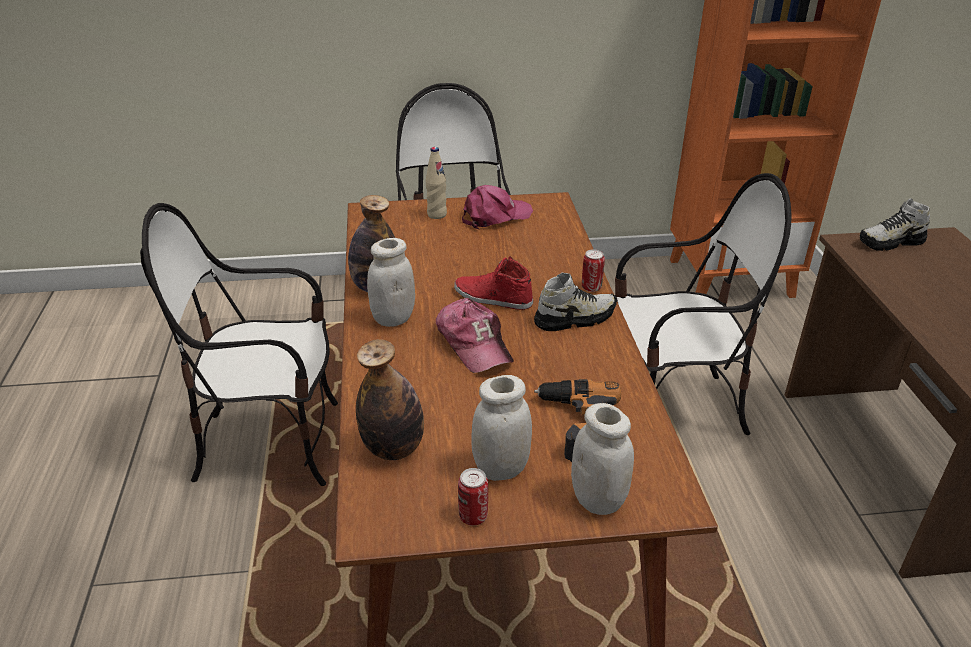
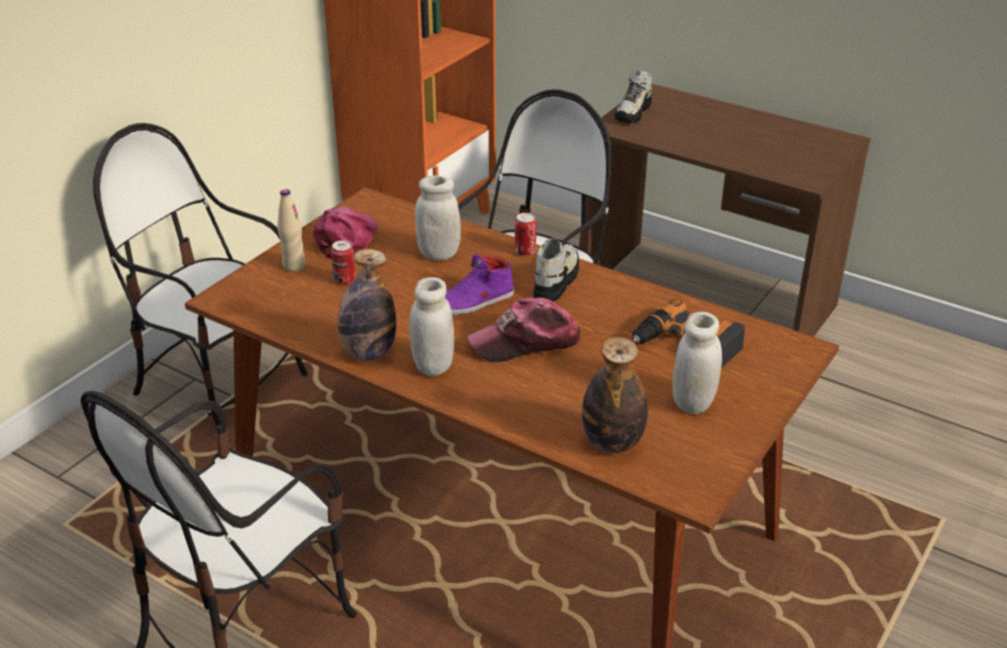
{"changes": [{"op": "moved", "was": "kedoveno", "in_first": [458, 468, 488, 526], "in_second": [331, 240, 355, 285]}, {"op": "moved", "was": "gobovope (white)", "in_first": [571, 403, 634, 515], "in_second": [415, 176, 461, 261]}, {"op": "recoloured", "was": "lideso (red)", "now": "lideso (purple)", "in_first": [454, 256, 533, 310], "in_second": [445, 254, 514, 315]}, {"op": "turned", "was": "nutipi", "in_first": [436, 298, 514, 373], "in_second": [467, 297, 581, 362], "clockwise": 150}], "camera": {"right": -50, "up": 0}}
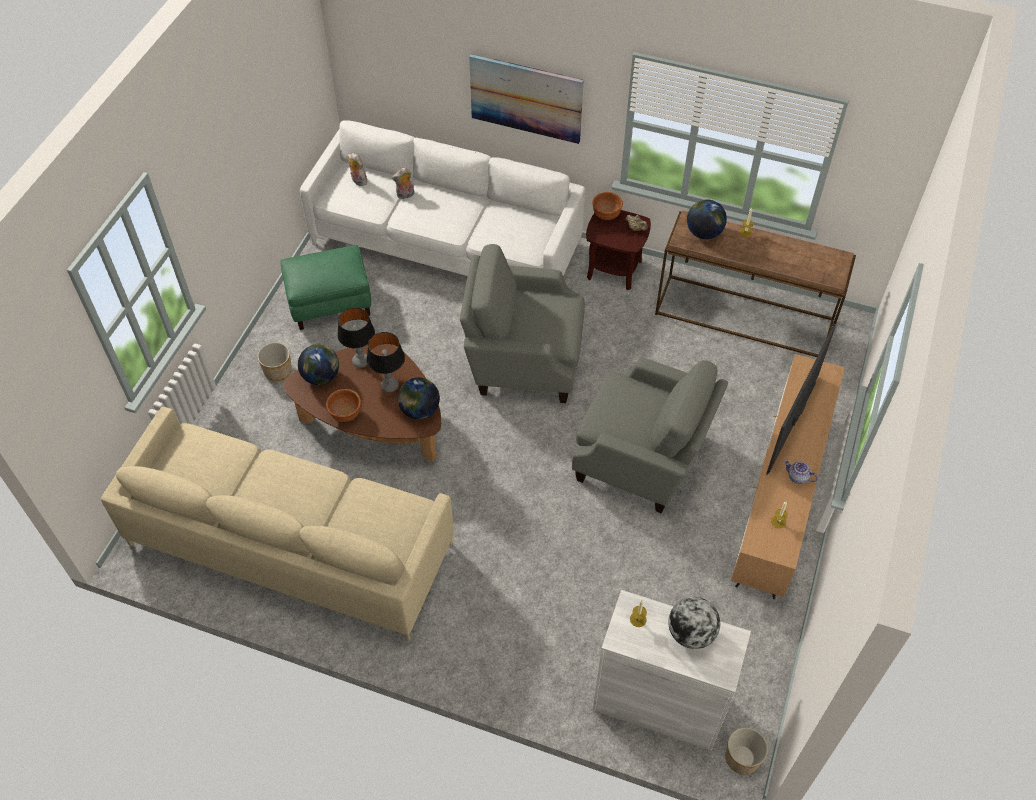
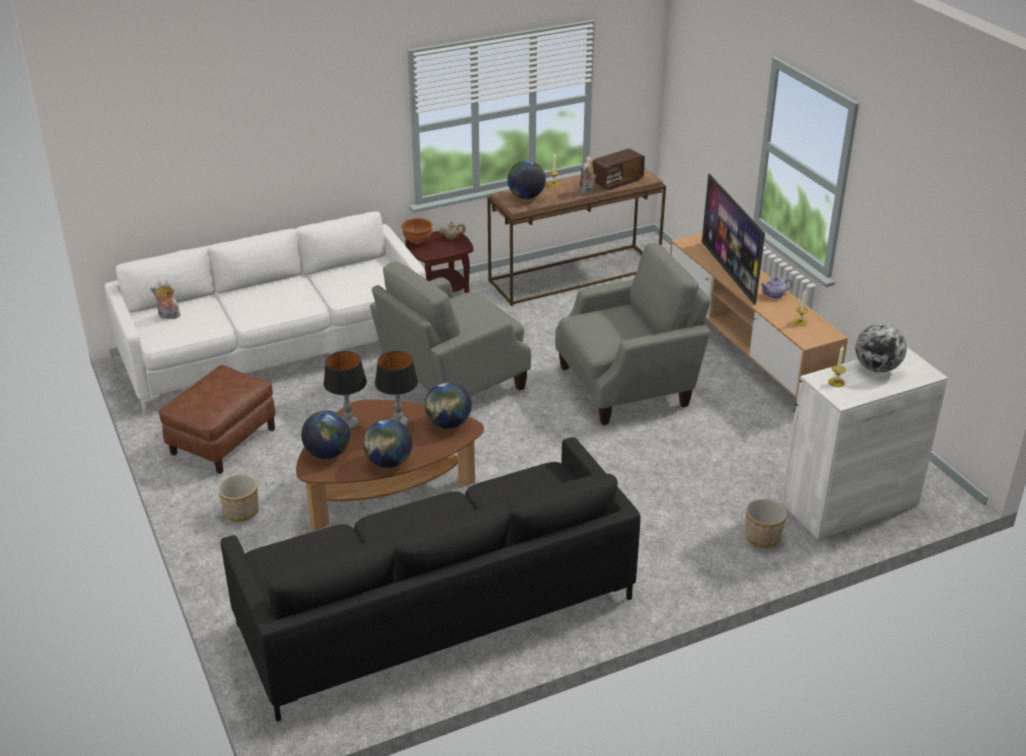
{"changes": [{"op": "removed", "was": "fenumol", "in_first": [469, 54, 584, 144]}, {"op": "added", "now": "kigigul", "in_second": [593, 148, 645, 190]}, {"op": "moved", "was": "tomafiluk", "in_first": [392, 167, 414, 199], "in_second": [579, 156, 596, 195]}, {"op": "moved", "was": "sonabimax", "in_first": [725, 727, 768, 775], "in_second": [745, 499, 787, 548]}, {"op": "replaced", "was": "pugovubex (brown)", "now": "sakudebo", "in_first": [326, 389, 361, 422], "in_second": [363, 419, 412, 468]}, {"op": "recoloured", "was": "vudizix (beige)", "now": "vudizix (black)", "in_first": [101, 407, 454, 641], "in_second": [221, 437, 640, 722]}, {"op": "recoloured", "was": "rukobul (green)", "now": "rukobul (brown)", "in_first": [280, 245, 371, 330], "in_second": [158, 365, 275, 474]}], "camera": {"right": -45, "up": -20}}
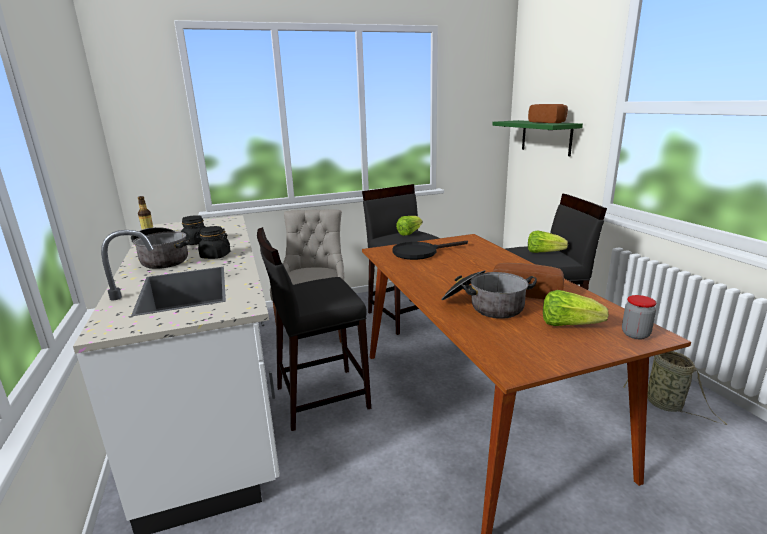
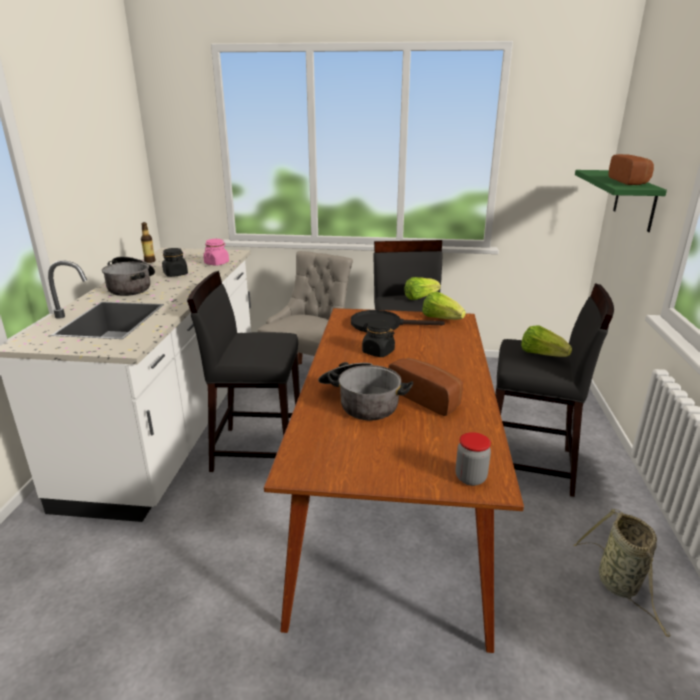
{"changes": [{"op": "added", "now": "gobovope (pink)", "in_second": [203, 239, 229, 266]}, {"op": "moved", "was": "gobovope (black)", "in_first": [196, 226, 231, 259], "in_second": [362, 320, 395, 357]}, {"op": "moved", "was": "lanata", "in_first": [543, 290, 609, 326], "in_second": [422, 292, 466, 320]}], "camera": {"right": 25, "up": 5}}
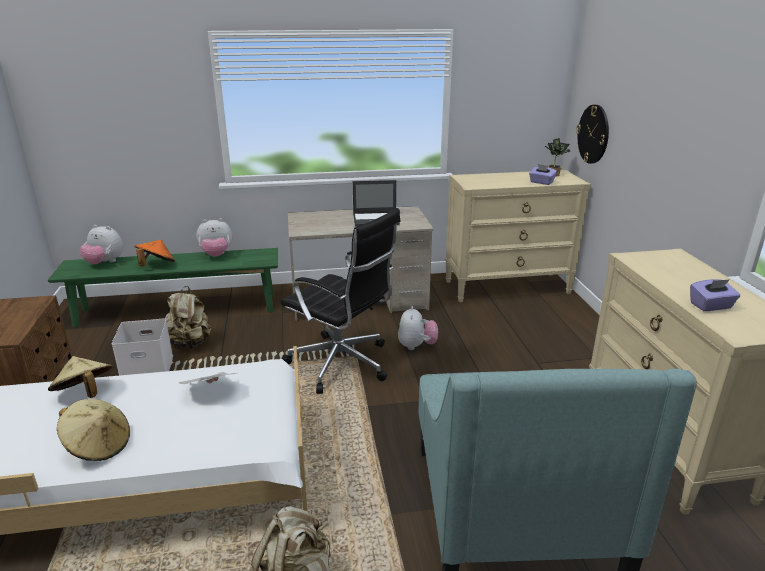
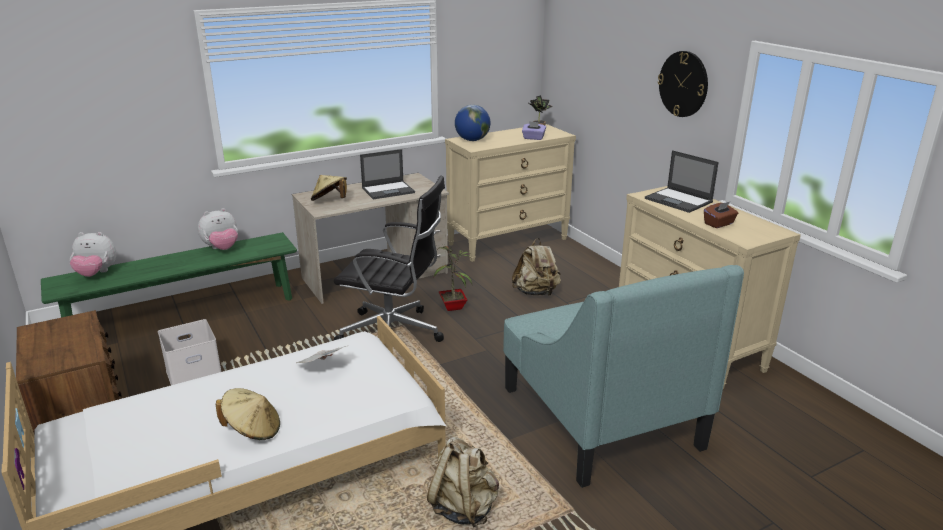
{"changes": [{"op": "removed", "was": "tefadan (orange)", "in_first": [134, 240, 175, 266]}, {"op": "added", "now": "sakudebo", "in_second": [455, 105, 490, 141]}, {"op": "added", "now": "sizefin", "in_second": [645, 150, 719, 213]}, {"op": "moved", "was": "tefadan (beige)", "in_first": [48, 356, 113, 398], "in_second": [311, 175, 347, 201]}, {"op": "moved", "was": "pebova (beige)", "in_first": [165, 286, 211, 349], "in_second": [512, 238, 561, 296]}, {"op": "moved", "was": "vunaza", "in_first": [576, 105, 609, 164], "in_second": [658, 51, 708, 117]}, {"op": "replaced", "was": "tomafiluk", "now": "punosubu", "in_first": [398, 306, 438, 350], "in_second": [434, 246, 472, 311]}, {"op": "recoloured", "was": "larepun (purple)", "now": "larepun (brown)", "in_first": [690, 279, 740, 311], "in_second": [704, 202, 738, 228]}], "camera": {"right": -20, "up": 0}}
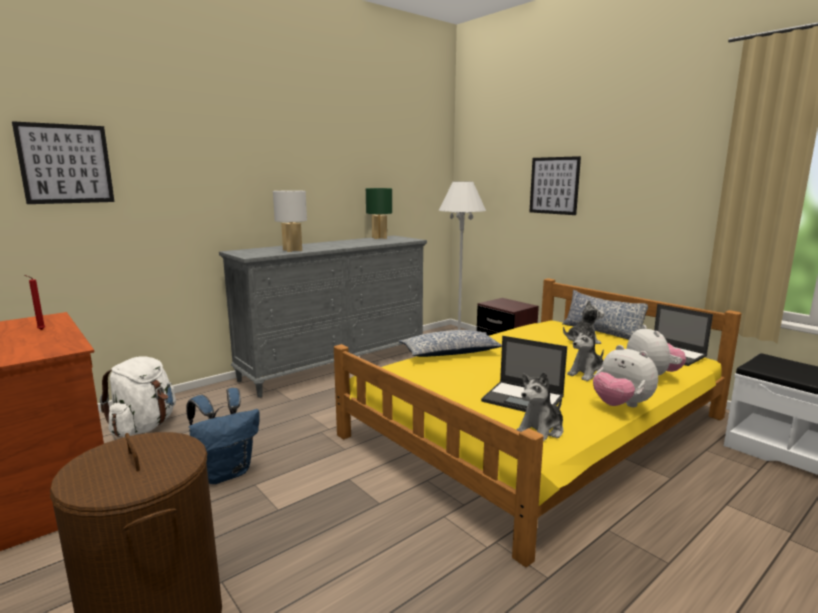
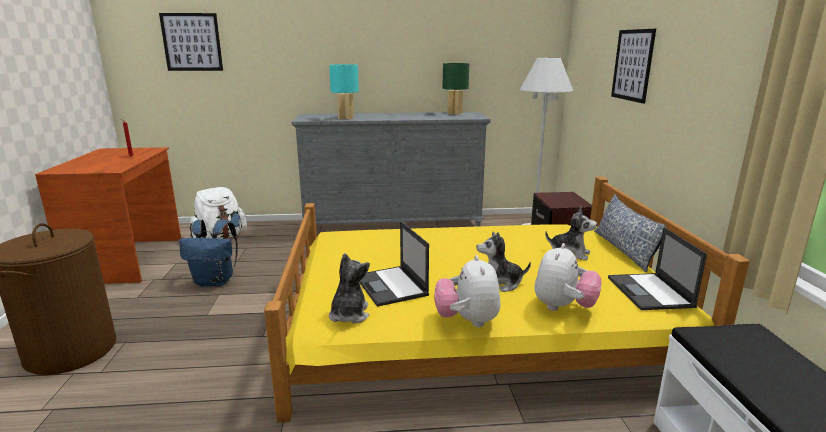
{"changes": [{"op": "removed", "was": "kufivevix", "in_first": [399, 330, 502, 357]}, {"op": "recoloured", "was": "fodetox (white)", "now": "fodetox (turquoise)", "in_first": [273, 190, 307, 252], "in_second": [329, 64, 359, 119]}, {"op": "turned", "was": "tomafiluk", "in_first": [516, 372, 563, 441], "in_second": [329, 253, 370, 324], "clockwise": 105}], "camera": {"right": 35, "up": 5}}
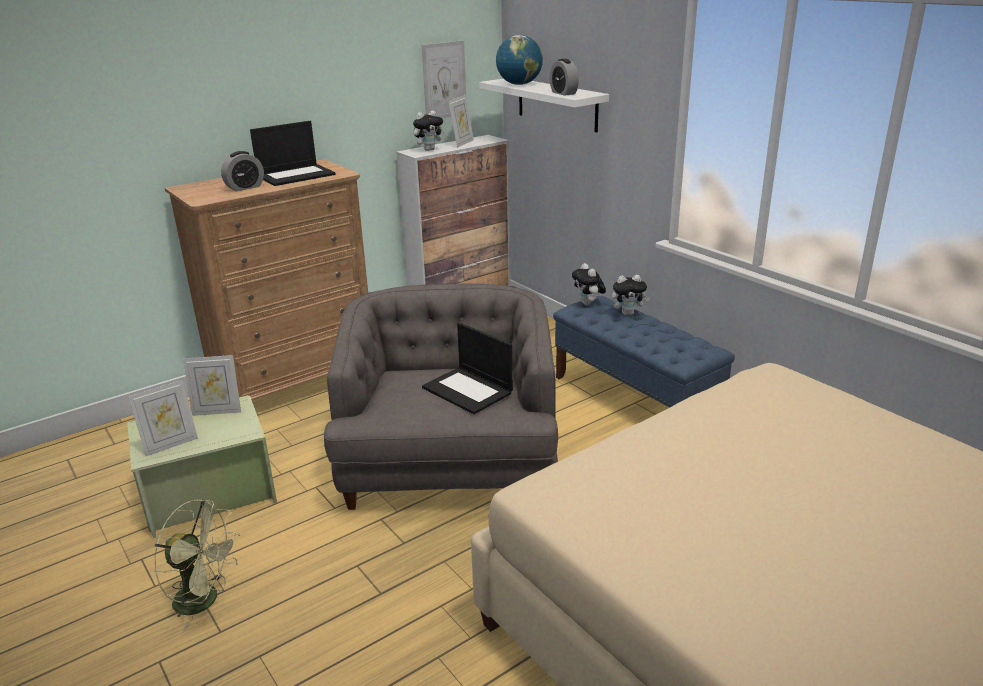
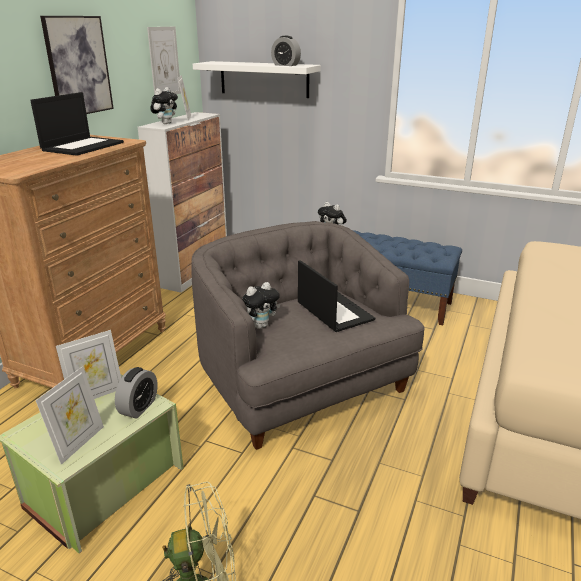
{"changes": [{"op": "removed", "was": "sakudebo", "in_first": [496, 35, 543, 85]}, {"op": "added", "now": "fenumol", "in_second": [40, 16, 114, 114]}, {"op": "moved", "was": "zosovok", "in_first": [221, 151, 264, 191], "in_second": [115, 367, 158, 418]}, {"op": "moved", "was": "tomafiluk", "in_first": [612, 275, 650, 315], "in_second": [242, 282, 280, 329]}, {"op": "turned", "was": "sizefin", "in_first": [422, 322, 513, 414], "in_second": [298, 260, 375, 332], "clockwise": -135}], "camera": {"right": -30, "up": 0}}
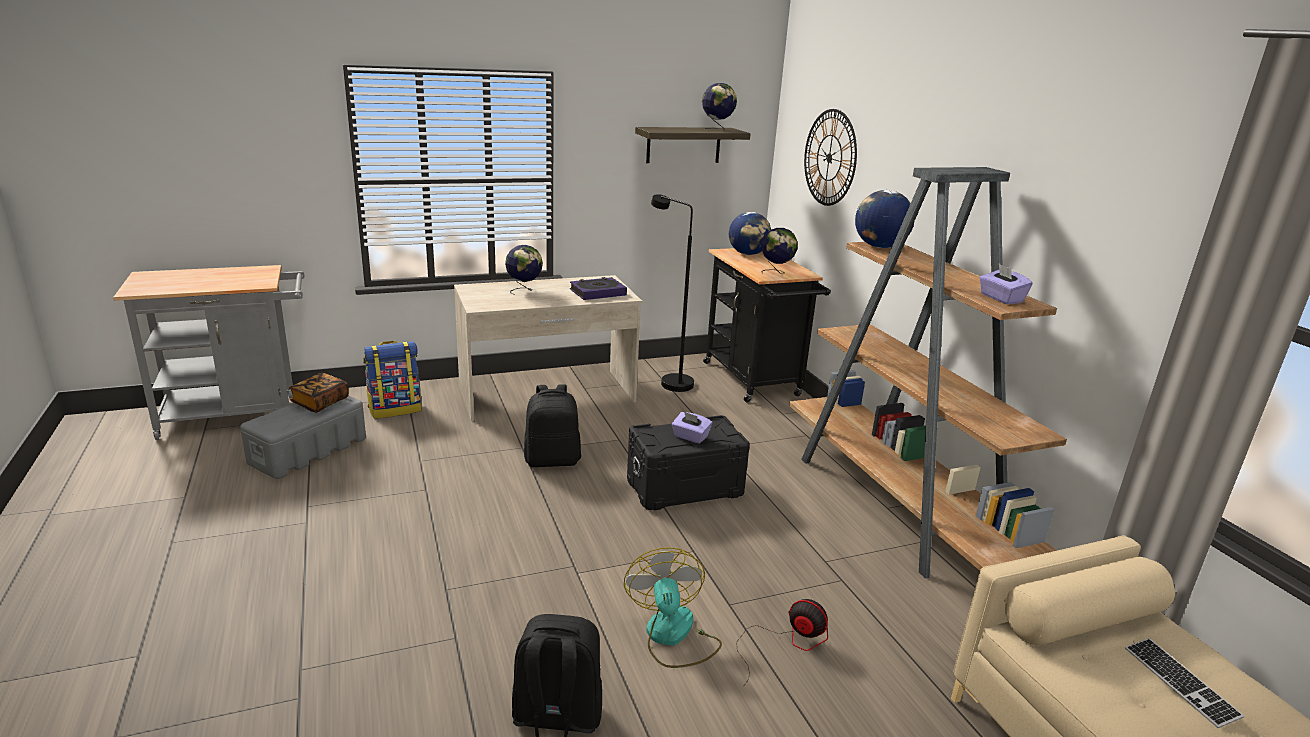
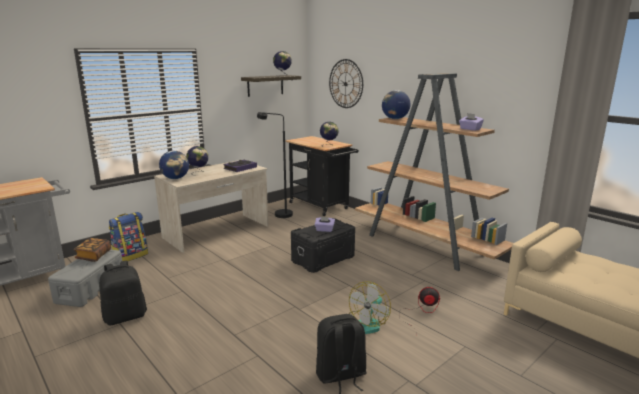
{"changes": [{"op": "removed", "was": "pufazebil", "in_first": [1125, 638, 1244, 728]}, {"op": "moved", "was": "pebova (black)", "in_first": [524, 384, 581, 467], "in_second": [99, 261, 147, 326]}, {"op": "moved", "was": "sakudebo", "in_first": [729, 212, 771, 255], "in_second": [159, 151, 189, 179]}, {"op": "turned", "was": "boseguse", "in_first": [624, 547, 722, 668], "in_second": [349, 281, 391, 334], "clockwise": -120}], "camera": {"right": -20, "up": -5}}
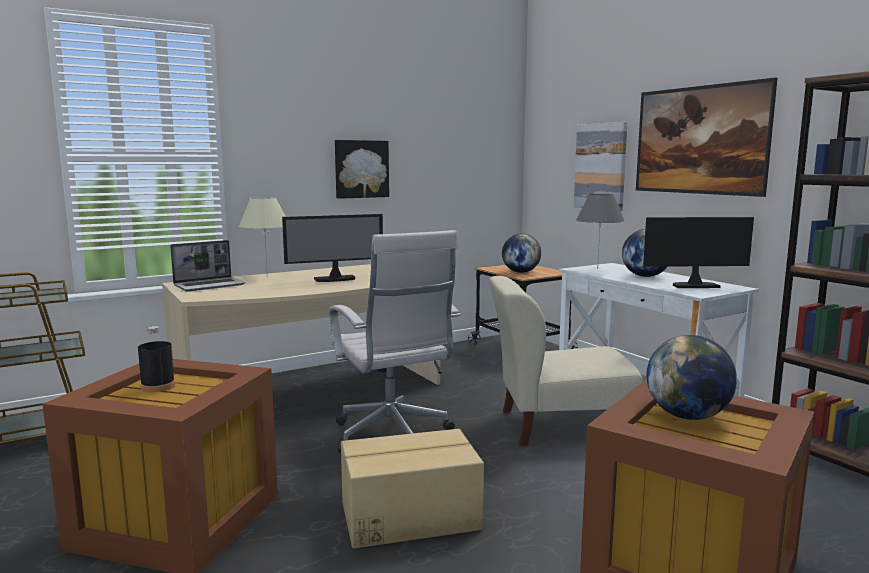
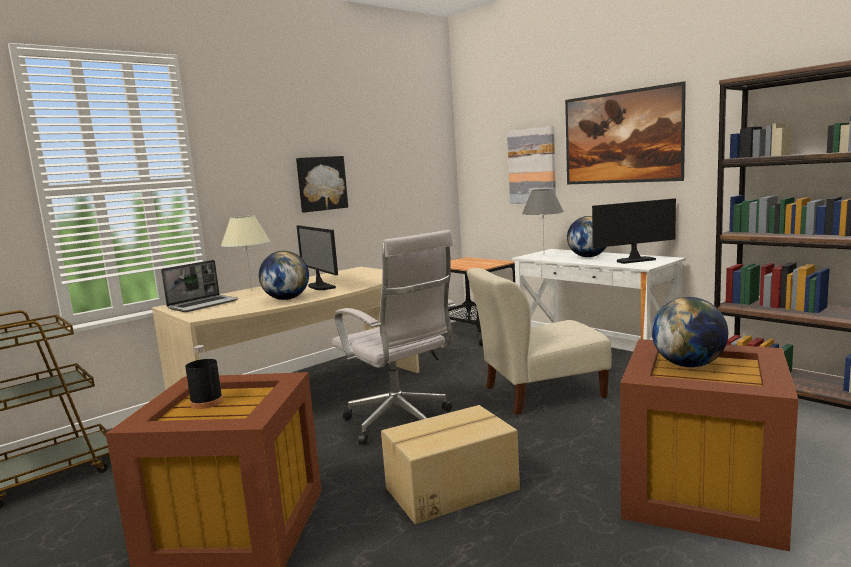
{"changes": [{"op": "moved", "was": "sakudebo", "in_first": [502, 234, 541, 273], "in_second": [259, 251, 309, 300]}, {"op": "turned", "was": "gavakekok", "in_first": [282, 214, 383, 282], "in_second": [297, 225, 338, 290], "clockwise": 90}], "camera": {"right": -10, "up": 0}}
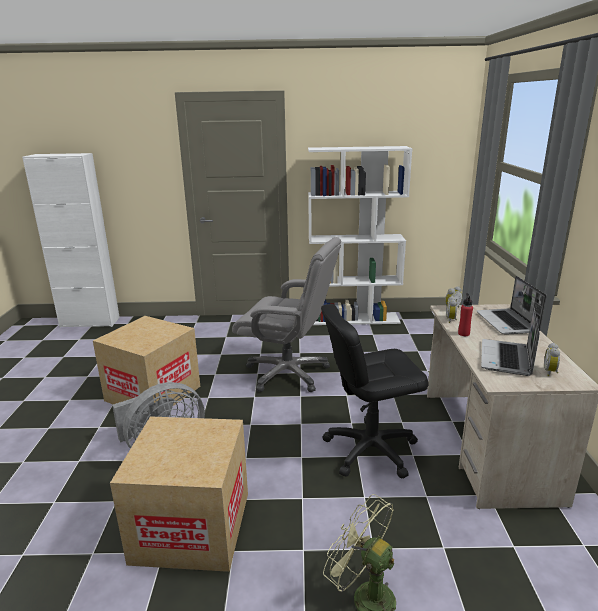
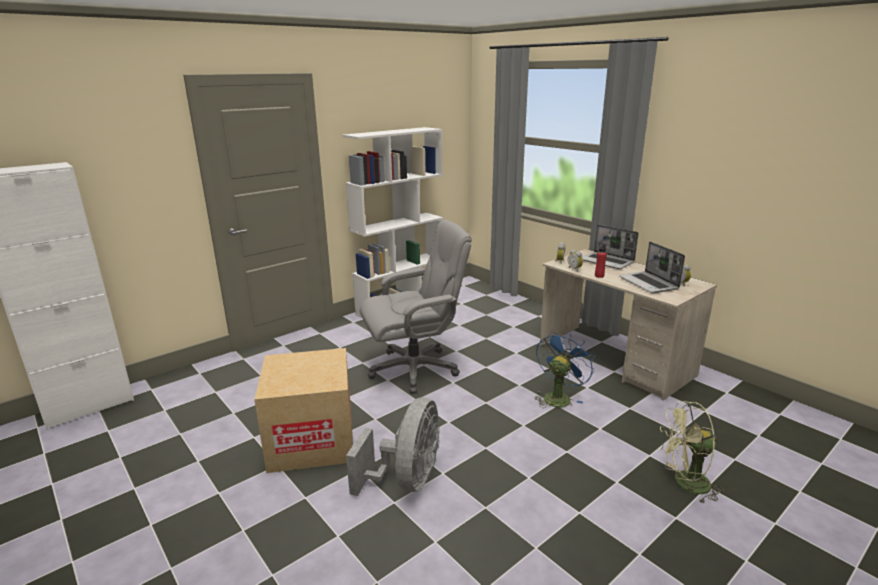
{"changes": [{"op": "removed", "was": "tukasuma", "in_first": [110, 416, 248, 572]}, {"op": "replaced", "was": "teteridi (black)", "now": "boseguse (blue)", "in_first": [321, 304, 428, 479], "in_second": [534, 331, 595, 408]}], "camera": {"right": -40, "up": 0}}
